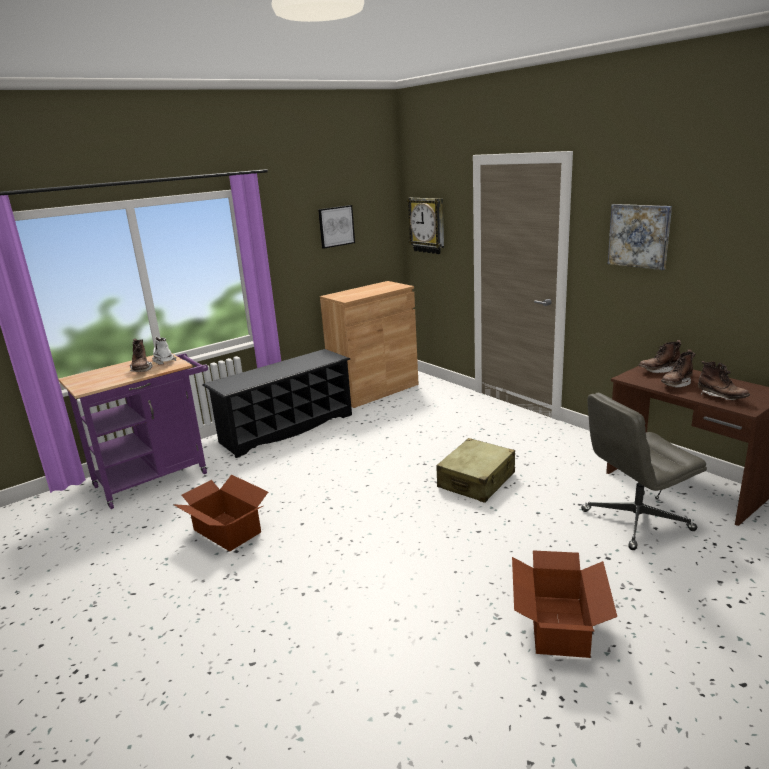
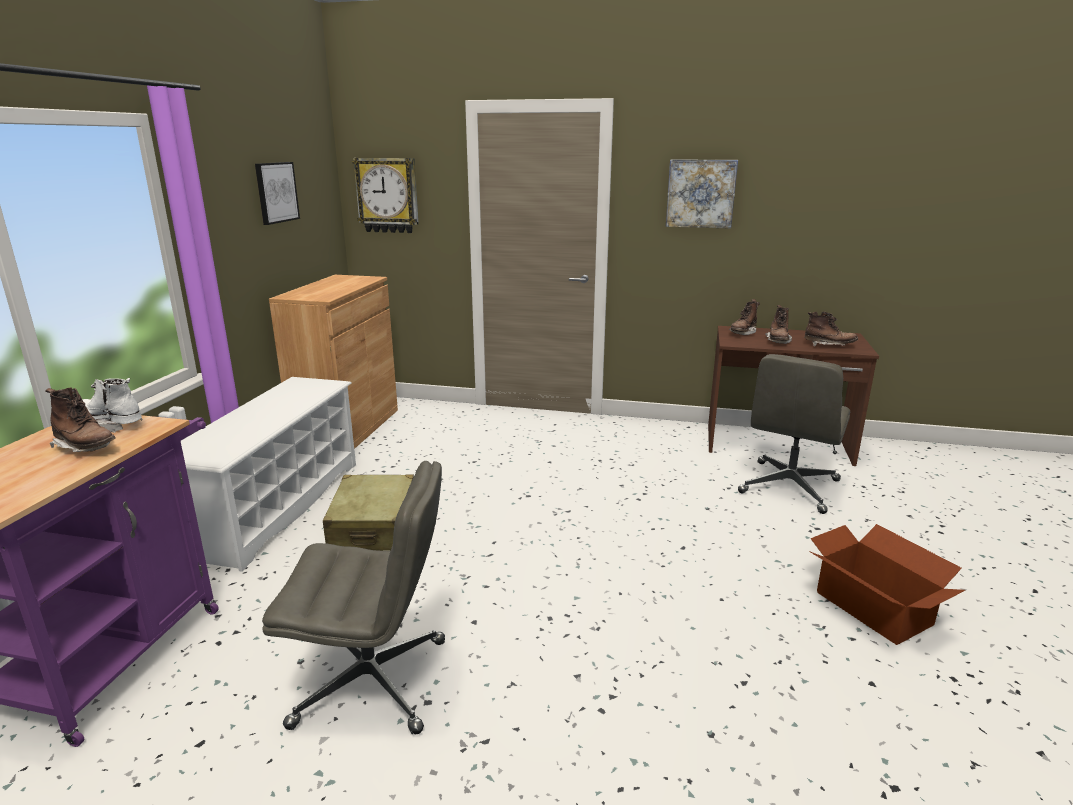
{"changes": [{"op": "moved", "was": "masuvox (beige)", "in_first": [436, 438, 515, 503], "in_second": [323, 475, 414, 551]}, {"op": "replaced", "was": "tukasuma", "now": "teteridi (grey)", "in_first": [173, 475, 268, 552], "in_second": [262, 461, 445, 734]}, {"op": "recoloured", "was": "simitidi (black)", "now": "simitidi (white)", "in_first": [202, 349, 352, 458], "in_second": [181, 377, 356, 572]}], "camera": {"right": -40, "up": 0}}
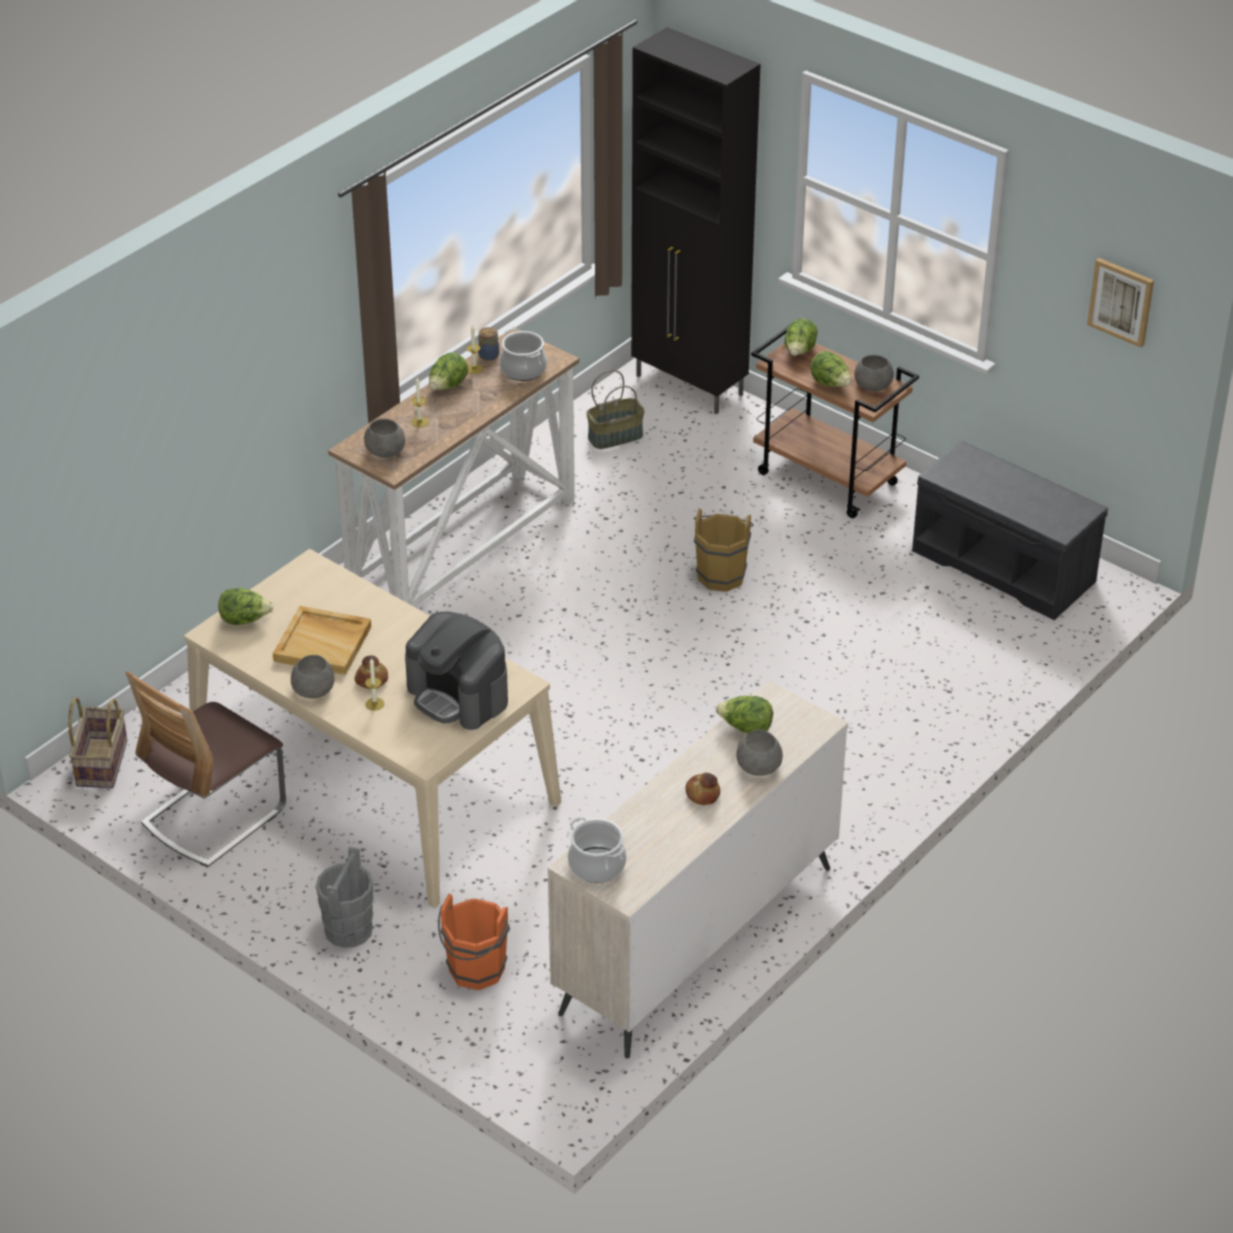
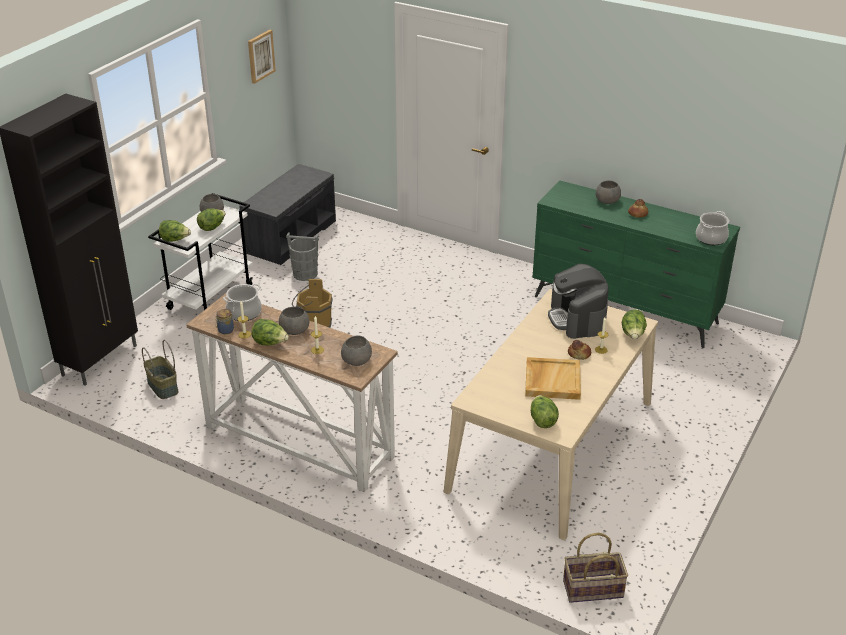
{"changes": [{"op": "removed", "was": "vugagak", "in_first": [126, 671, 286, 867]}, {"op": "removed", "was": "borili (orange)", "in_first": [438, 894, 510, 990]}, {"op": "moved", "was": "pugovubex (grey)", "in_first": [291, 655, 334, 699], "in_second": [279, 307, 309, 335]}, {"op": "moved", "was": "borili (grey)", "in_first": [316, 847, 374, 948], "in_second": [286, 233, 319, 281]}, {"op": "moved", "was": "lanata", "in_first": [716, 696, 773, 733], "in_second": [622, 309, 647, 339]}, {"op": "recoloured", "was": "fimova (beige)", "now": "fimova (green)", "in_first": [548, 681, 848, 1058], "in_second": [533, 180, 740, 348]}, {"op": "recoloured", "was": "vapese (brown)", "now": "vapese (white)", "in_first": [751, 325, 919, 518], "in_second": [148, 193, 253, 310]}, {"op": "turned", "was": "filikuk", "in_first": [405, 611, 508, 730], "in_second": [548, 264, 609, 339], "clockwise": 135}], "camera": {"right": -100, "up": -5}}
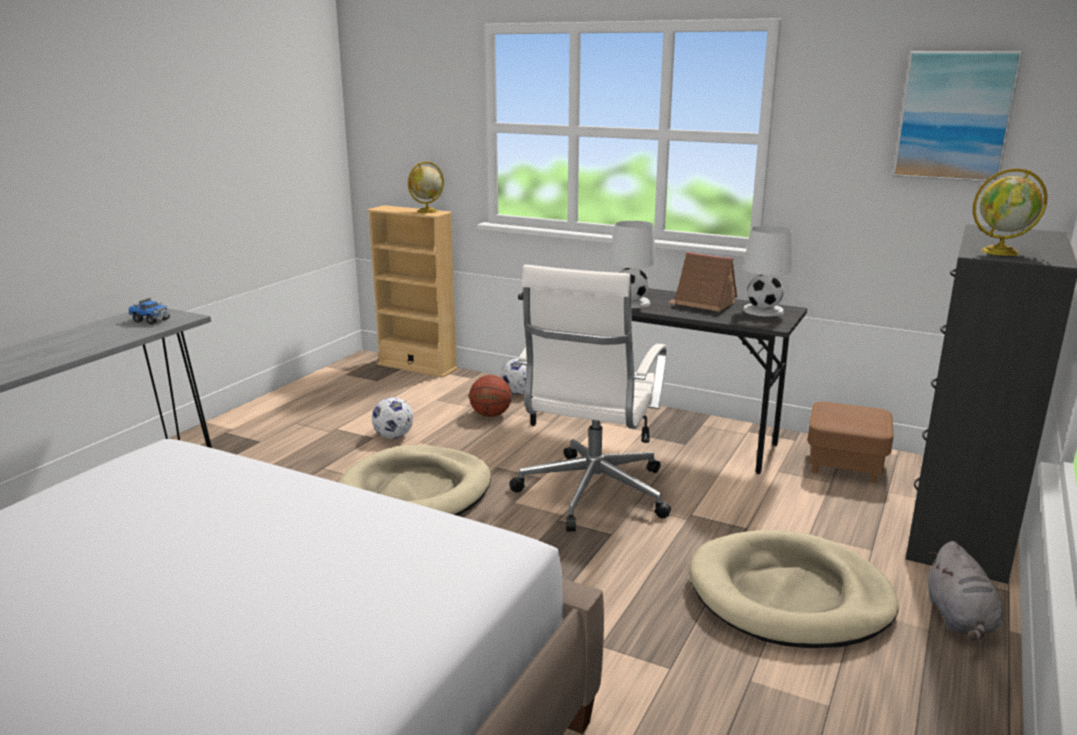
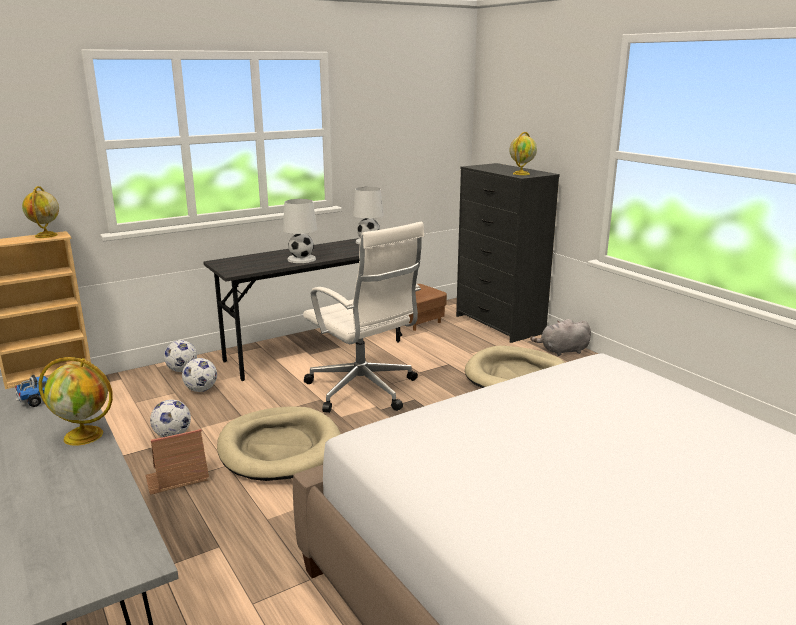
{"changes": [{"op": "removed", "was": "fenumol", "in_first": [893, 51, 1023, 182]}, {"op": "added", "now": "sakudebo", "in_second": [38, 357, 113, 446]}, {"op": "moved", "was": "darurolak", "in_first": [667, 252, 737, 312], "in_second": [145, 429, 209, 495]}, {"op": "replaced", "was": "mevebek", "now": "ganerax", "in_first": [469, 375, 512, 417], "in_second": [182, 358, 217, 392]}, {"op": "turned", "was": "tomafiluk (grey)", "in_first": [928, 541, 1003, 641], "in_second": [530, 319, 591, 356], "clockwise": 135}], "camera": {"right": -60, "up": 0}}
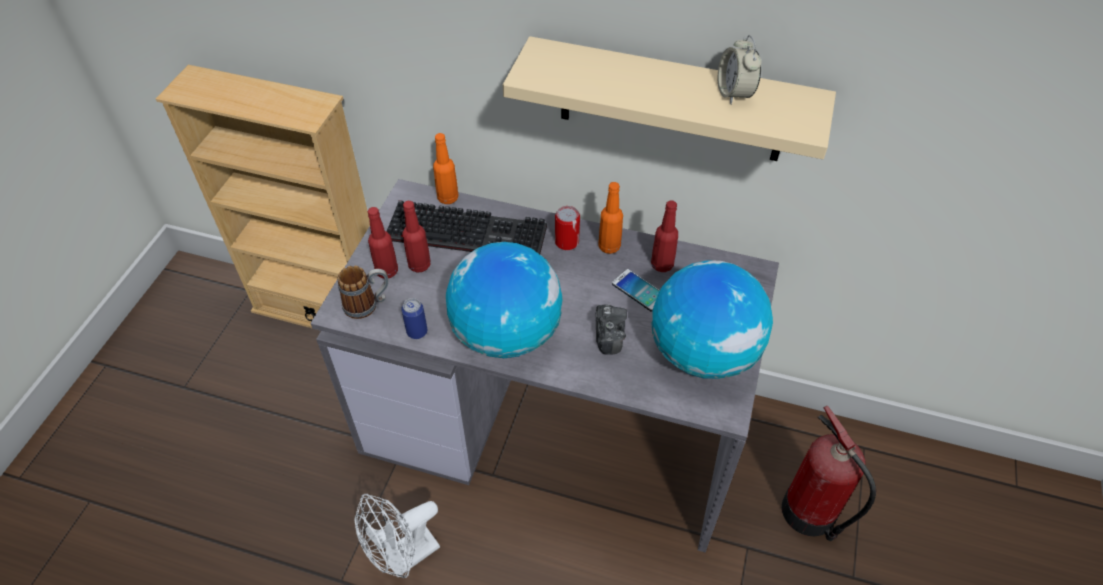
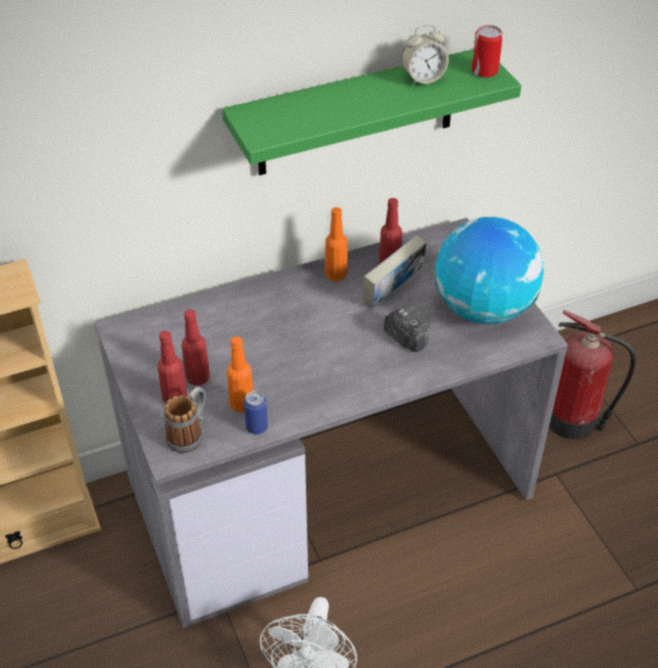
{"changes": [{"op": "removed", "was": "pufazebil", "in_first": [386, 200, 547, 254]}, {"op": "removed", "was": "sakudebo", "in_first": [446, 242, 562, 358]}, {"op": "moved", "was": "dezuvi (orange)", "in_first": [433, 133, 459, 204], "in_second": [227, 336, 253, 413]}, {"op": "moved", "was": "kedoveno", "in_first": [555, 206, 580, 250], "in_second": [472, 25, 503, 78]}, {"op": "replaced", "was": "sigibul", "now": "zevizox", "in_first": [612, 269, 660, 311], "in_second": [364, 235, 427, 308]}, {"op": "recoloured", "was": "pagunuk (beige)", "now": "pagunuk (green)", "in_first": [503, 36, 836, 161], "in_second": [222, 49, 521, 175]}, {"op": "turned", "was": "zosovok", "in_first": [718, 35, 761, 105], "in_second": [401, 25, 449, 85], "clockwise": -60}], "camera": {"right": -40, "up": -5}}
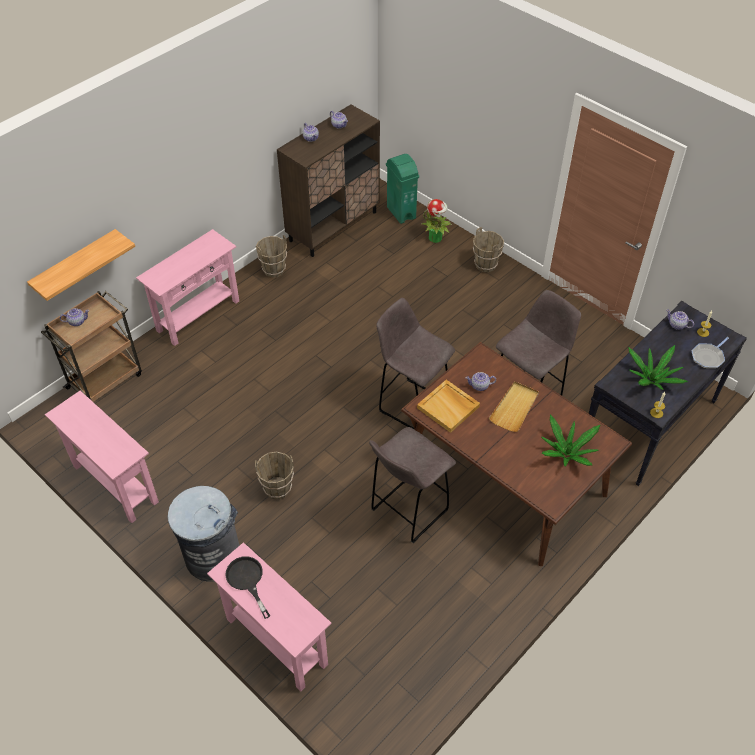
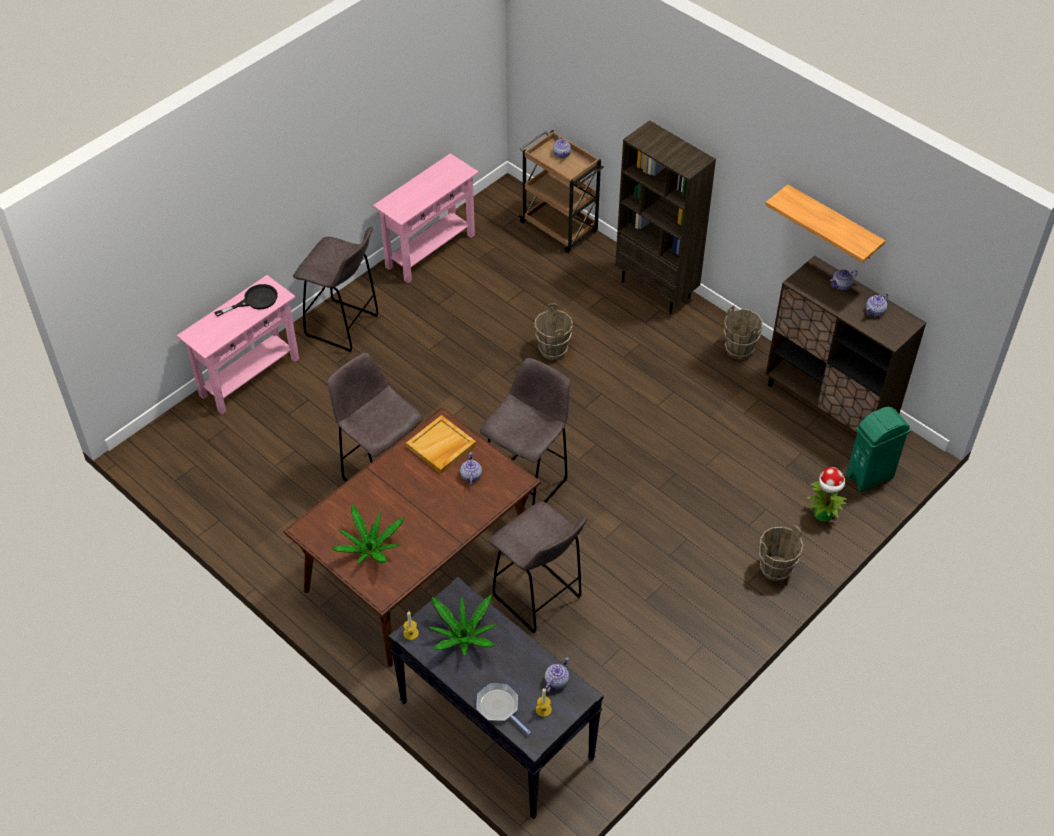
{"changes": [{"op": "removed", "was": "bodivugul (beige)", "in_first": [489, 381, 539, 432]}, {"op": "moved", "was": "pagunuk", "in_first": [27, 229, 135, 301], "in_second": [765, 184, 885, 263]}, {"op": "moved", "was": "borili (brown)", "in_first": [255, 451, 294, 499], "in_second": [535, 303, 573, 360]}, {"op": "replaced", "was": "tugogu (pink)", "now": "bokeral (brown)", "in_first": [136, 229, 239, 346], "in_second": [615, 120, 716, 314]}, {"op": "replaced", "was": "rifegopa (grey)", "now": "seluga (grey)", "in_first": [167, 486, 240, 582], "in_second": [293, 227, 379, 352]}], "camera": {"right": 90, "up": 0}}
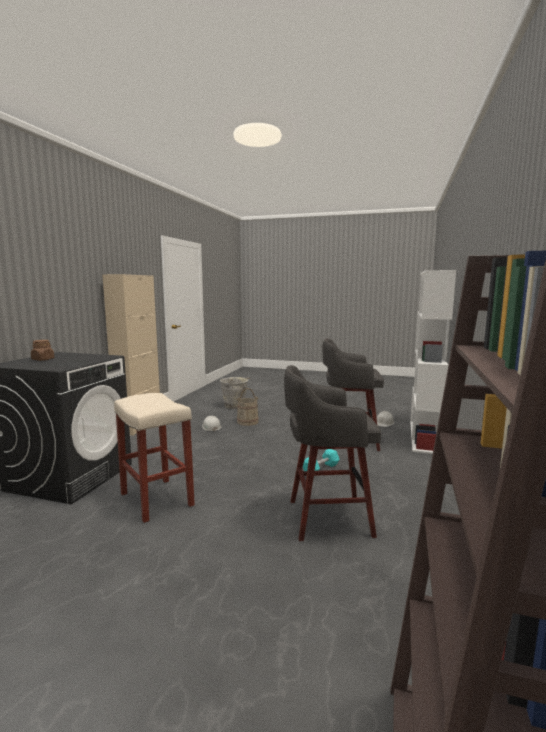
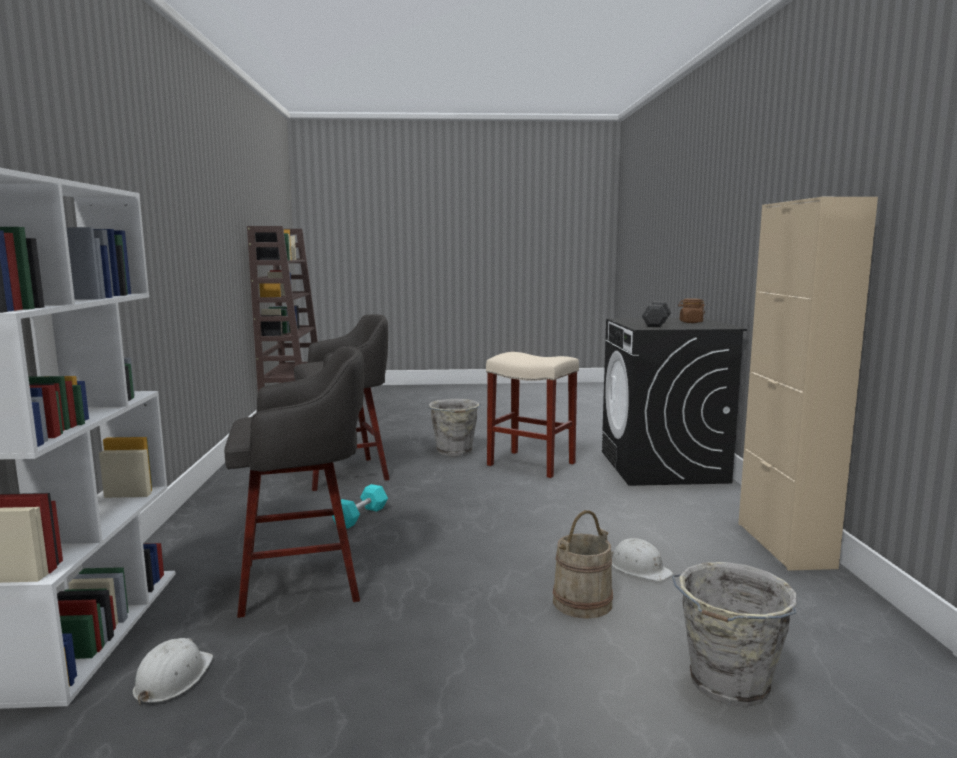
{"changes": [{"op": "added", "now": "borili (grey)", "in_second": [427, 399, 482, 456]}, {"op": "added", "now": "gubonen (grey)", "in_second": [642, 302, 671, 327]}], "camera": {"right": 160, "up": 0}}
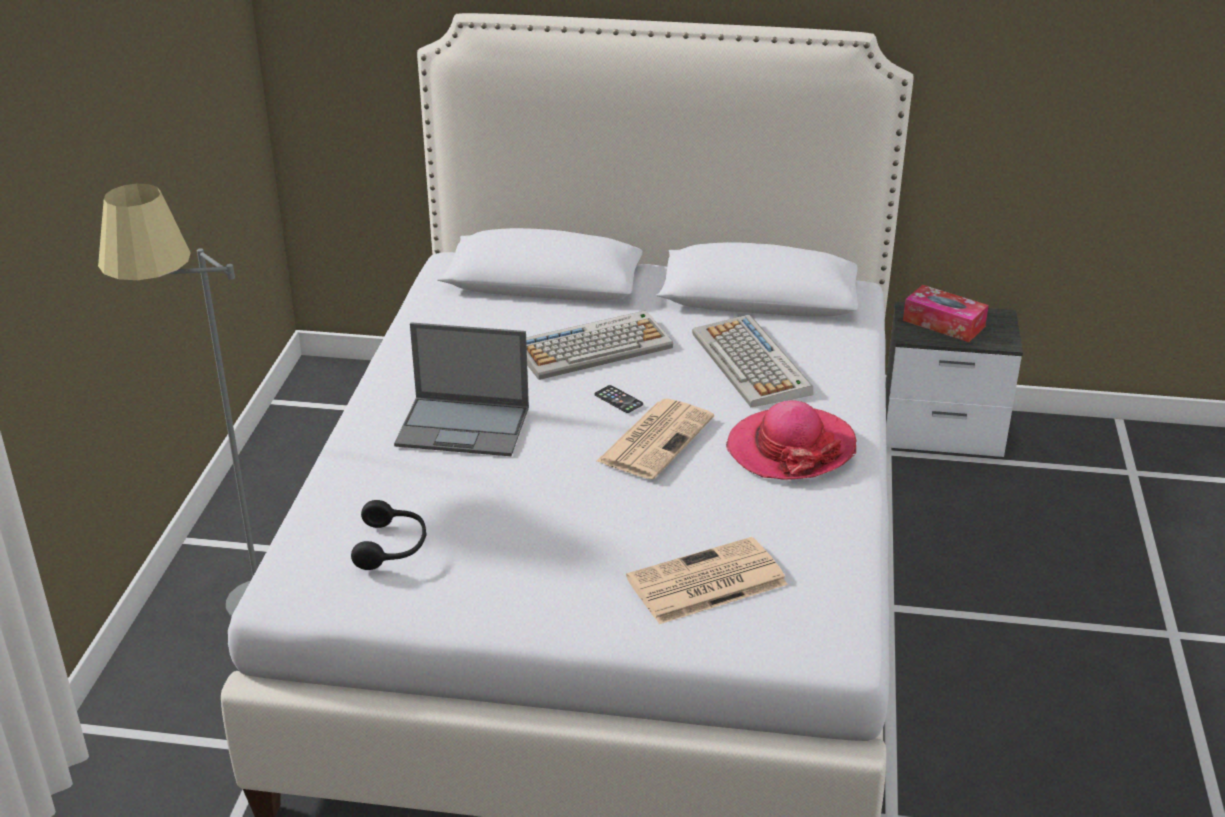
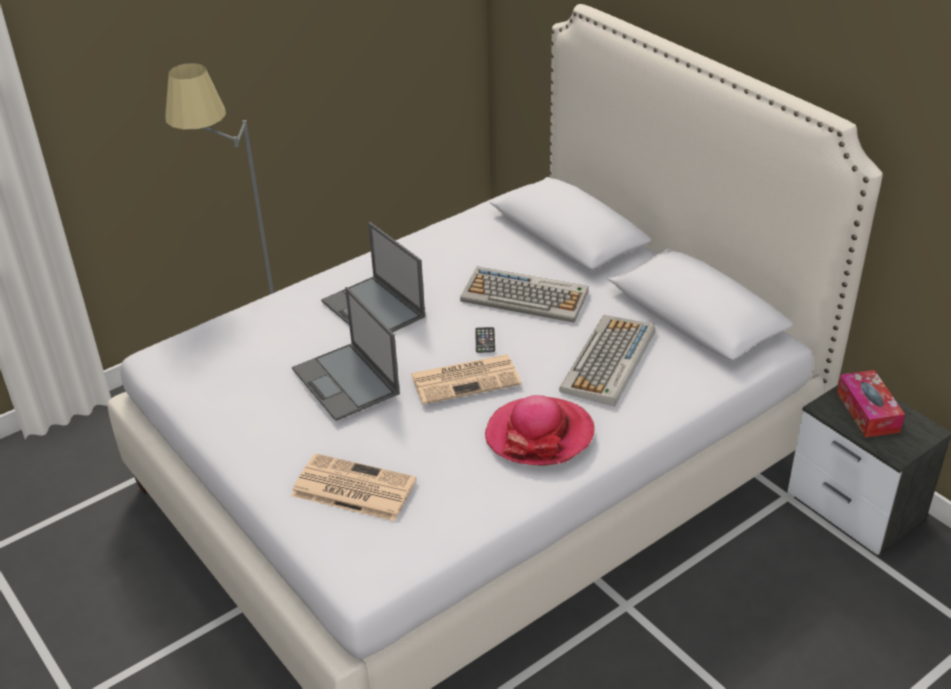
{"changes": [{"op": "removed", "was": "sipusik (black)", "in_first": [351, 500, 426, 570]}, {"op": "added", "now": "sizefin", "in_second": [292, 287, 400, 421]}], "camera": {"right": 45, "up": 5}}
